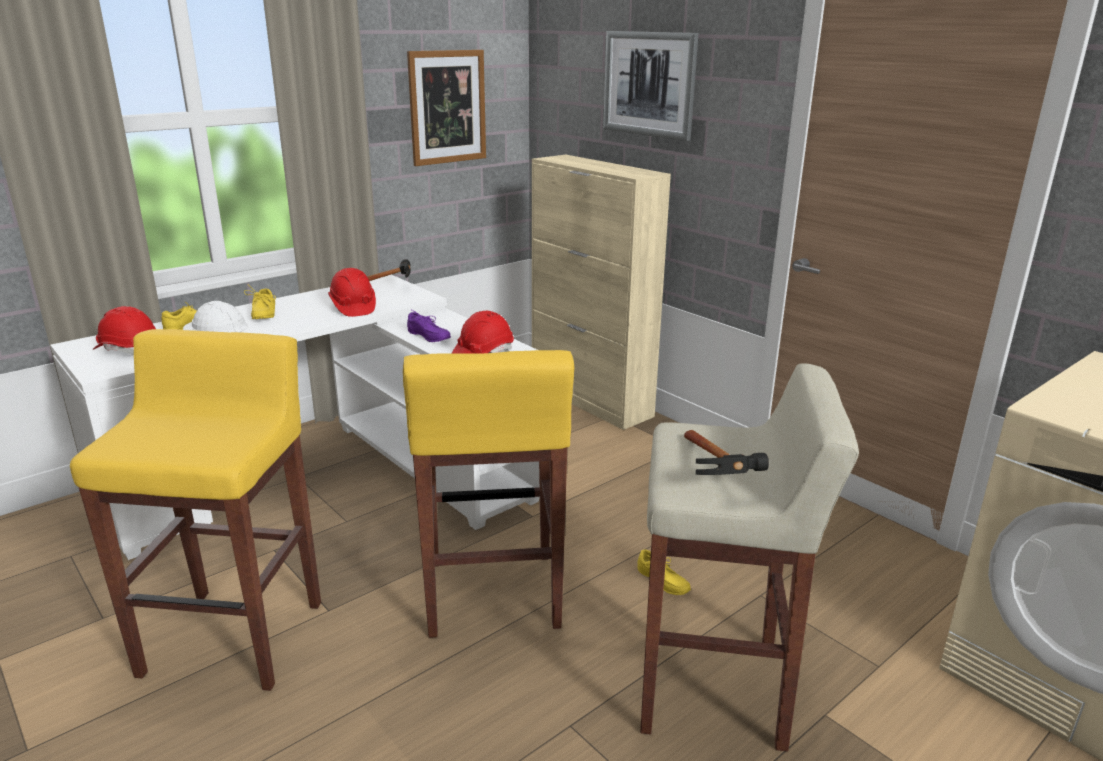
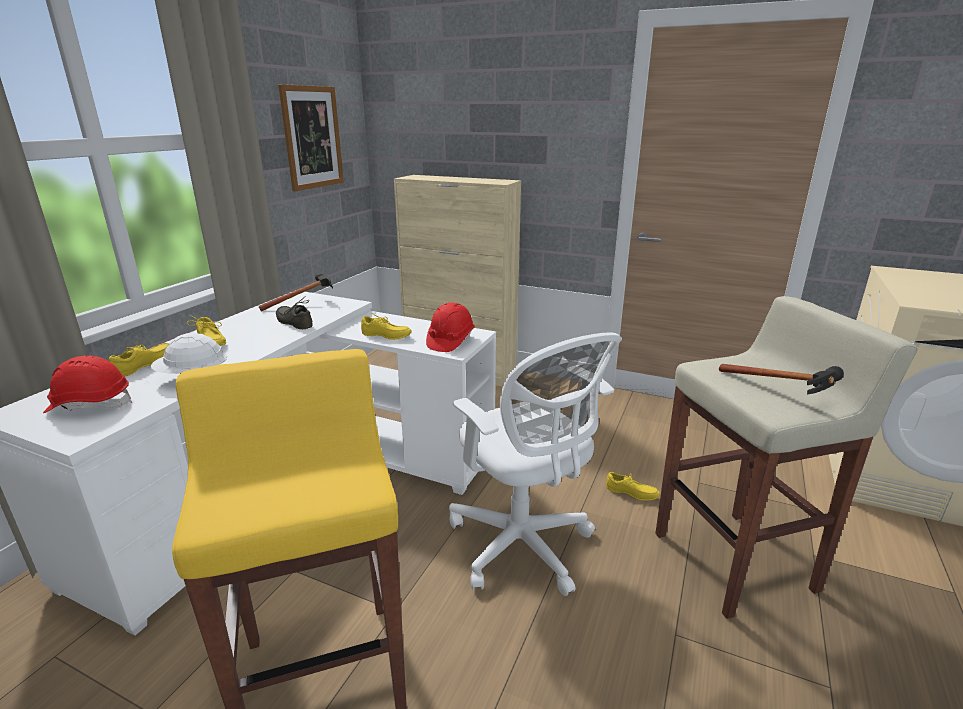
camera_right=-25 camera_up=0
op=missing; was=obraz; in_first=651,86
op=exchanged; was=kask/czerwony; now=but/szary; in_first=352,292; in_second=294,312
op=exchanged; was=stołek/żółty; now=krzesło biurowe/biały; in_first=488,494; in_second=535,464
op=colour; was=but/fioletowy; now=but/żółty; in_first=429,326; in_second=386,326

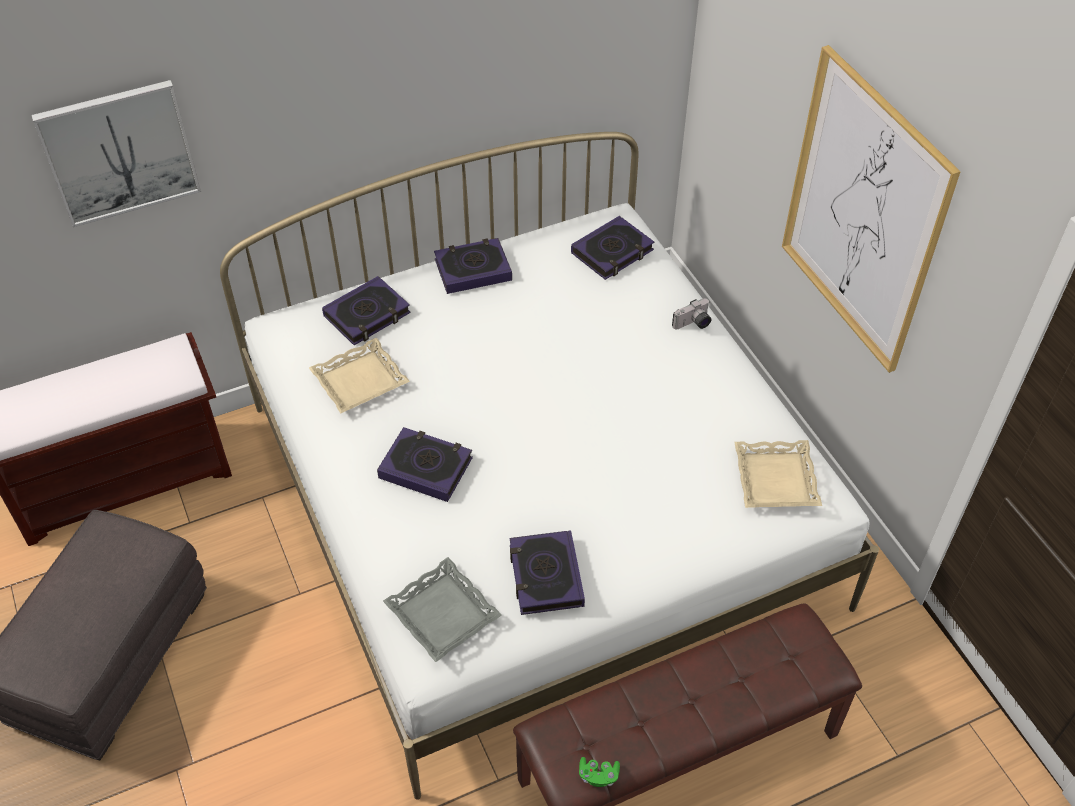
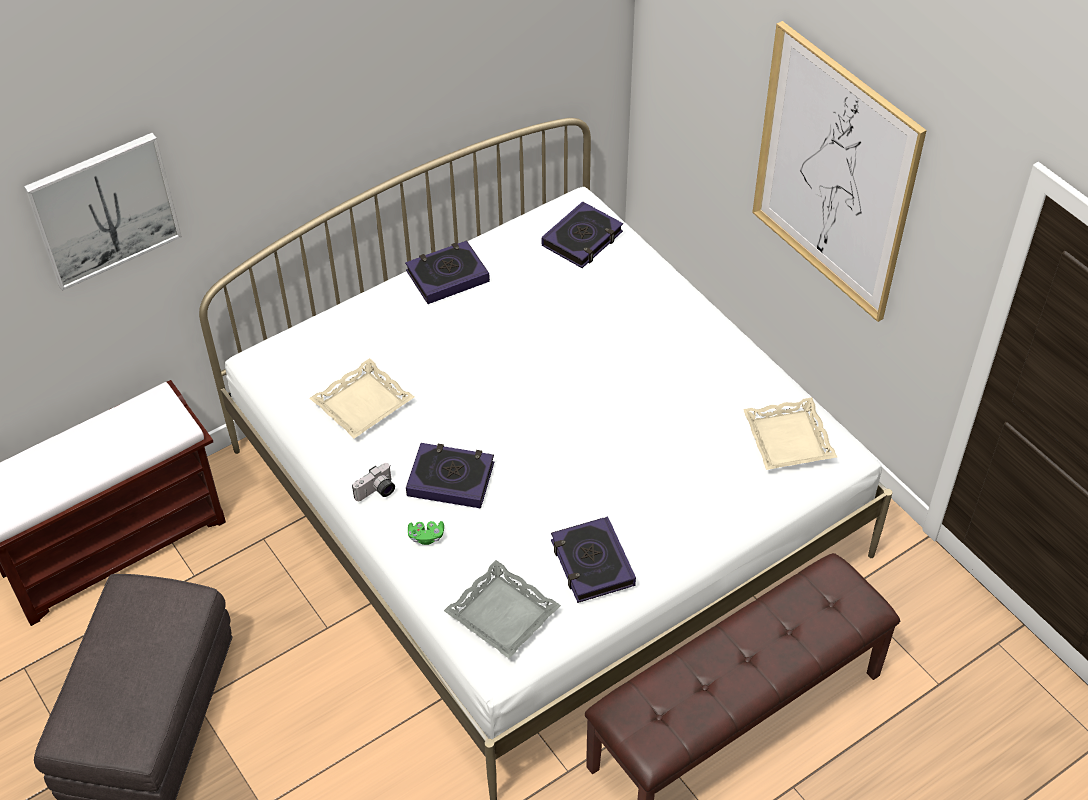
camera_right=-10 camera_up=0
op=missing; was=książka; in_first=366,310
op=relocated; was=pad do gier/zielony; in_first=599,772; in_second=426,533
op=relocated; was=aparat fotograficzny; in_first=691,313; in_second=373,482

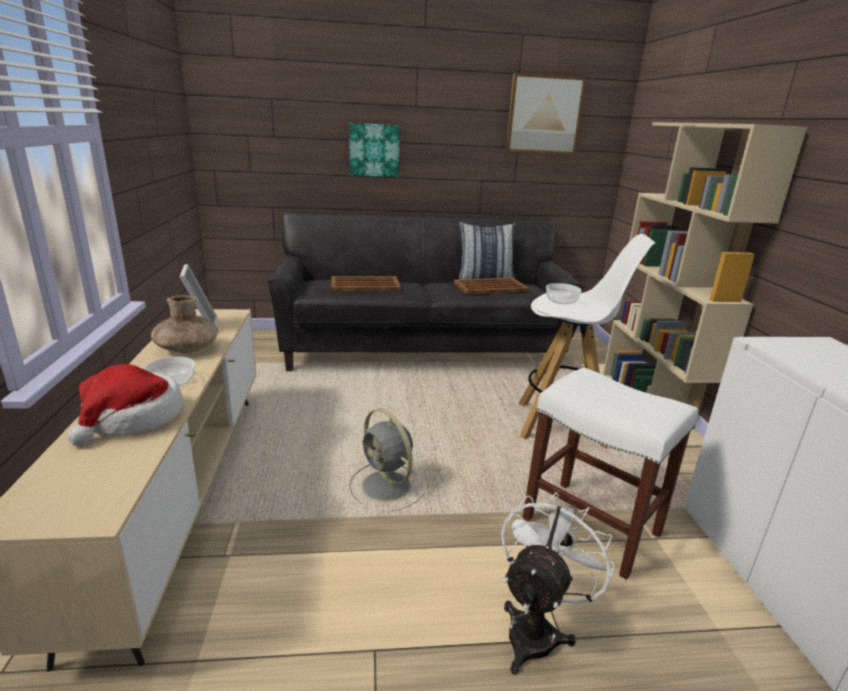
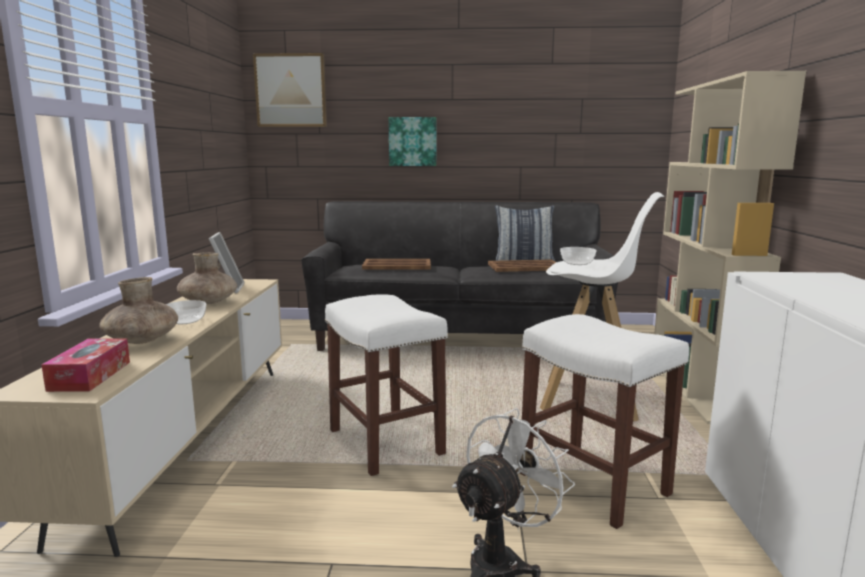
camera_right=10 camera_up=-10
op=appeared; now=pudełko chusteczek; in_second=85,365
op=relocated; was=obraz; in_first=546,114; in_second=290,90
op=exchanged; was=kapelusz; now=wazon/brązowy; in_first=125,405; in_second=138,310
op=exchanged; was=wentylator/szary; now=stołek/biały; in_first=387,459; in_second=386,385

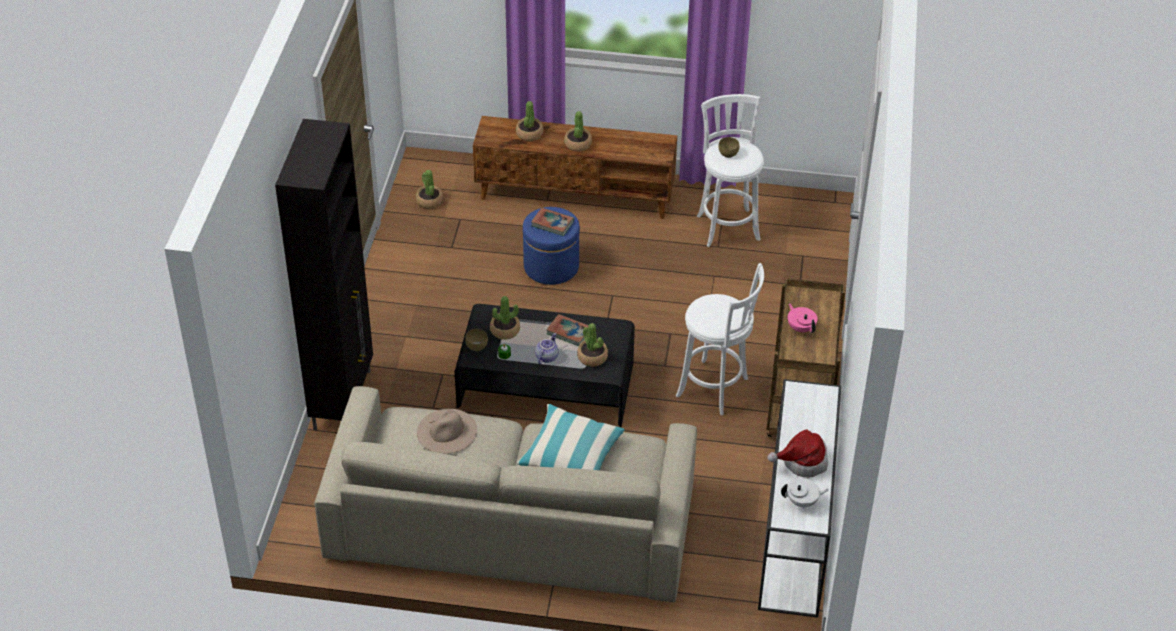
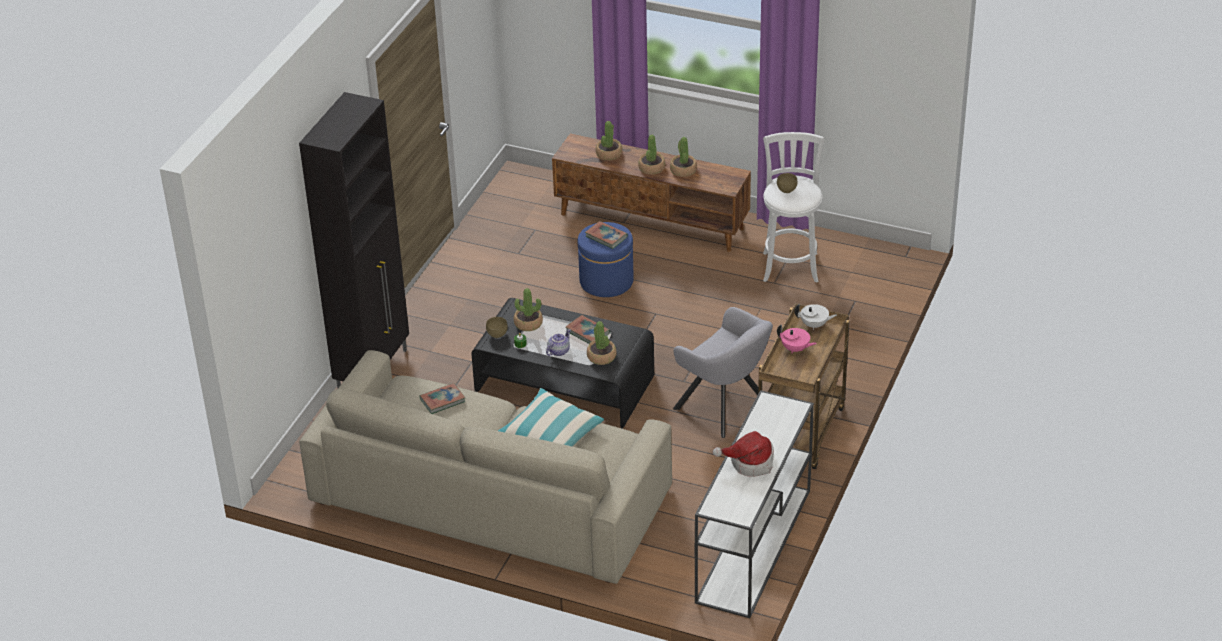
camera_right=15 camera_up=-5
op=relocated; was=roślina doniczkowa; in_first=429,189; in_second=683,157
op=relocated; was=imbryk/biały; in_first=805,494; in_second=815,317
op=exchanged; was=kapelusz/beżowy; now=książka; in_first=447,431; in_second=443,398
op=exchanged; was=stołek/biały; now=fotel/szary; in_first=720,339; in_second=723,372
op=spun; was=imbryk/różowy; in_first=803,318; in_second=797,338; clockwise=135

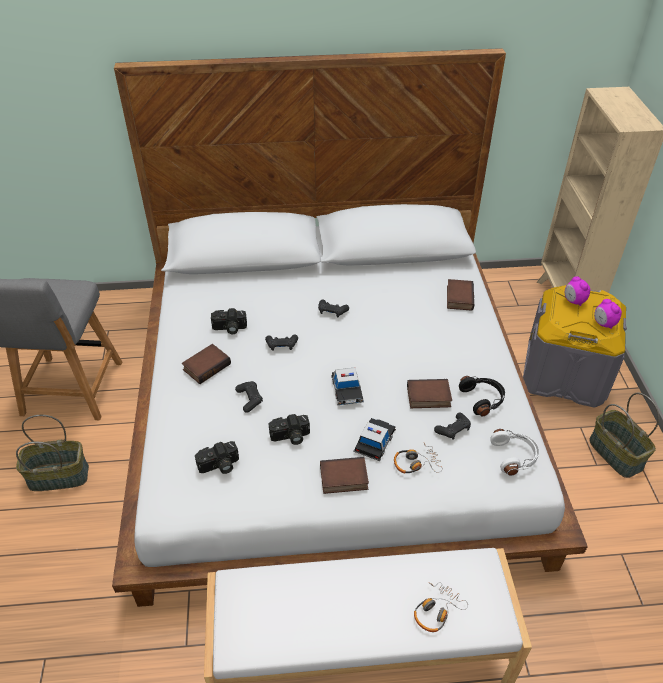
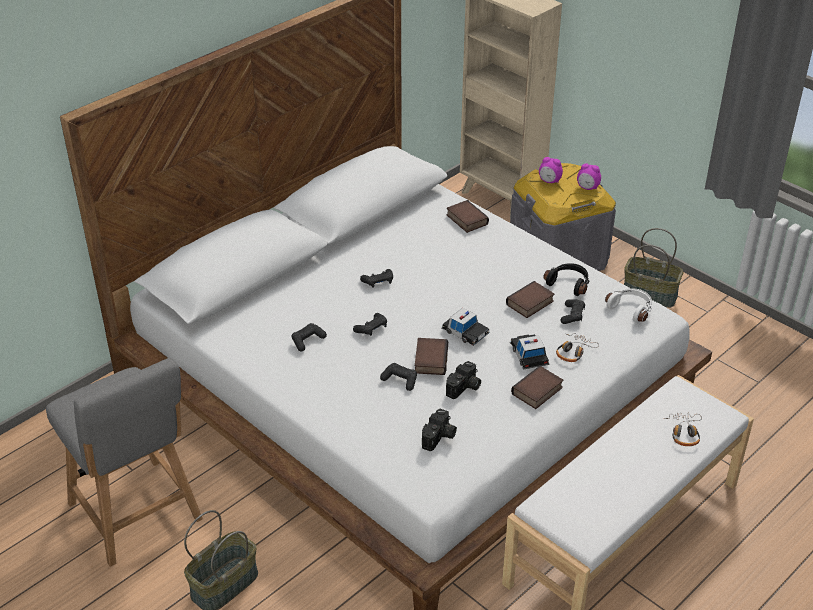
camera_right=-40 camera_up=-5
op=relocated; was=książka; in_first=206,364; in_second=431,356
op=exchanged; was=aparat fotograficzny; now=pad do gier/czarny; in_first=229,321; in_second=309,337

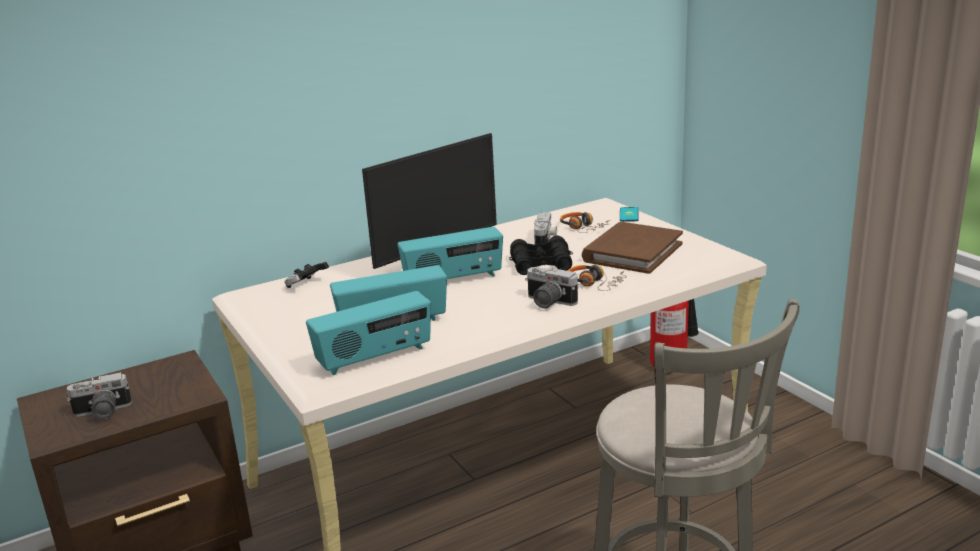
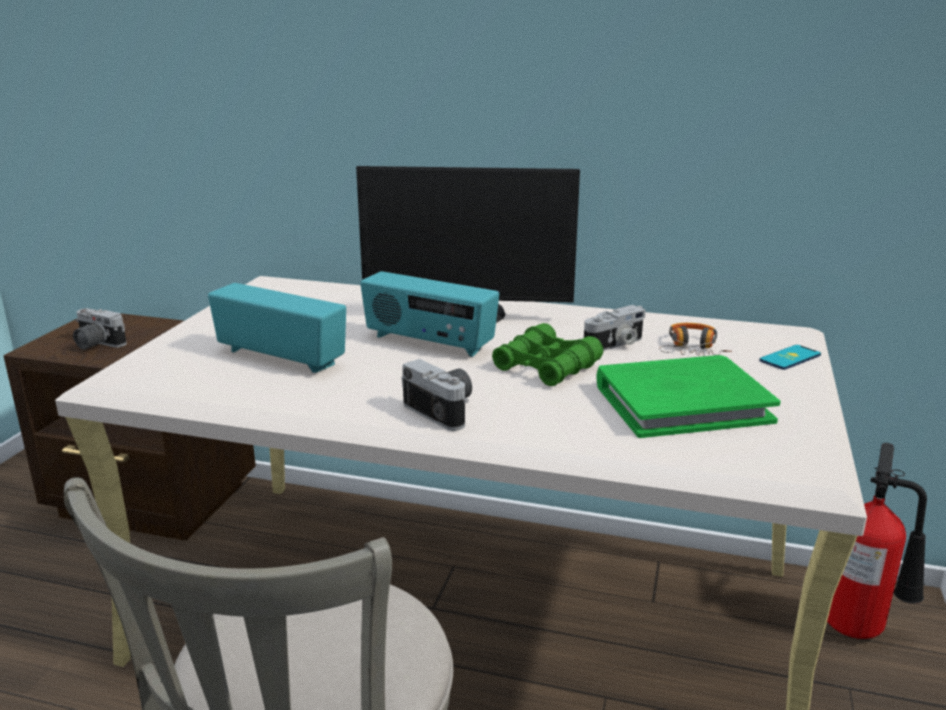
camera_right=45 camera_up=0
op=missing; was=pad do gier; in_first=307,275
op=missing; was=radio; in_first=368,333
op=missing; was=słuchawki; in_first=597,278
op=colour; was=lornetka/czarny; now=lornetka/zielony; in_first=541,255; in_second=547,354
op=colour; was=książka/brązowy; now=książka/zielony; in_first=632,248; in_second=688,396
op=spun; was=aparat fotograficzny; in_first=551,288; in_second=436,395; clockwise=150

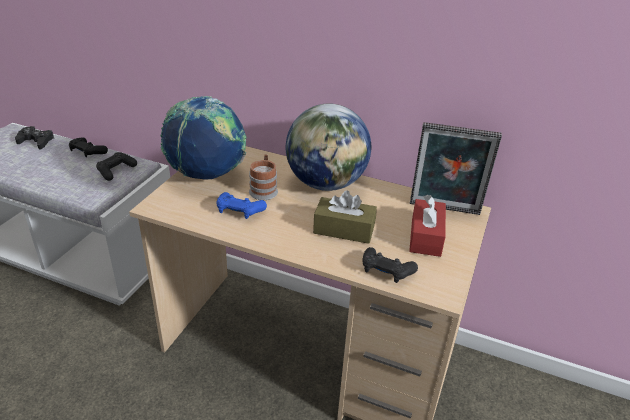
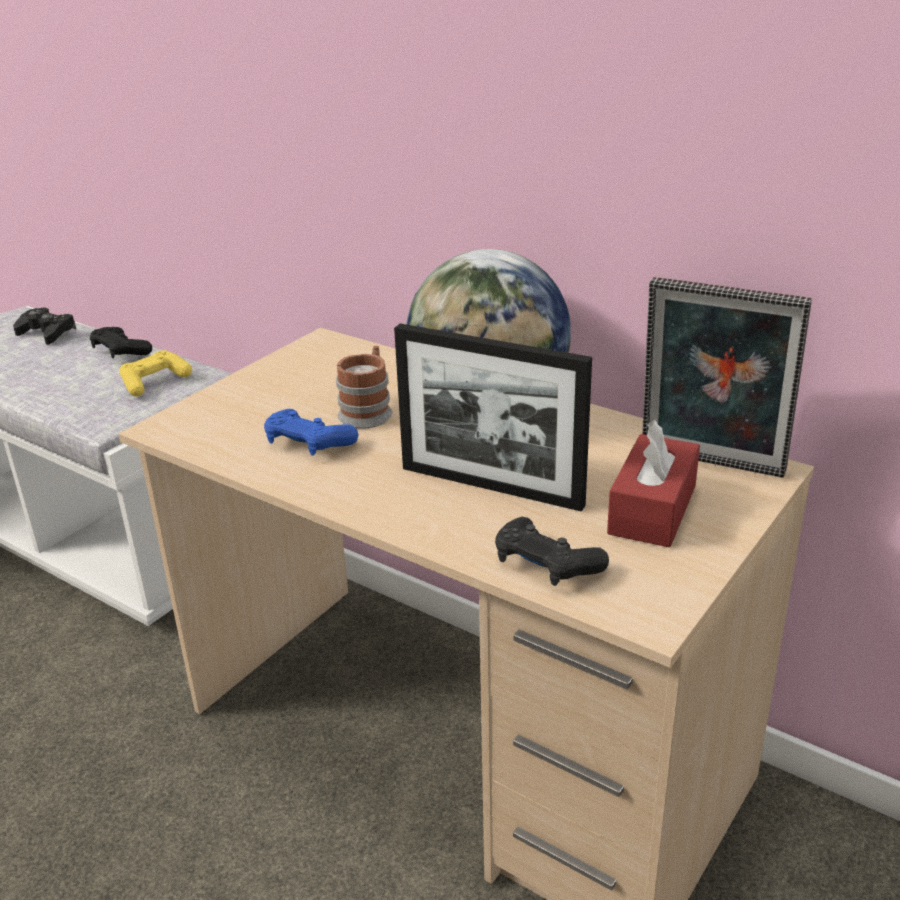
camera_right=15 camera_up=-5
op=missing; was=globus; in_first=203,138
op=exchanged; was=pudełko chusteczek/brązowy; now=ramka na zdjęcie; in_first=345,217; in_second=493,417
op=colour; was=pad do gier/czarny; now=pad do gier/żółty; in_first=116,166; in_second=155,373

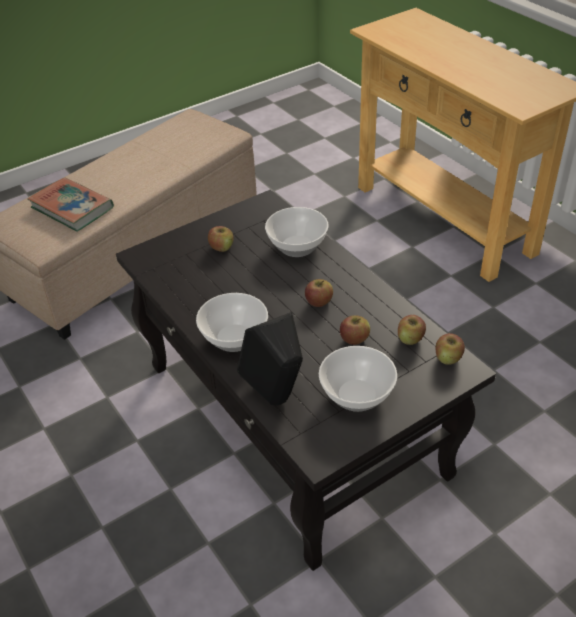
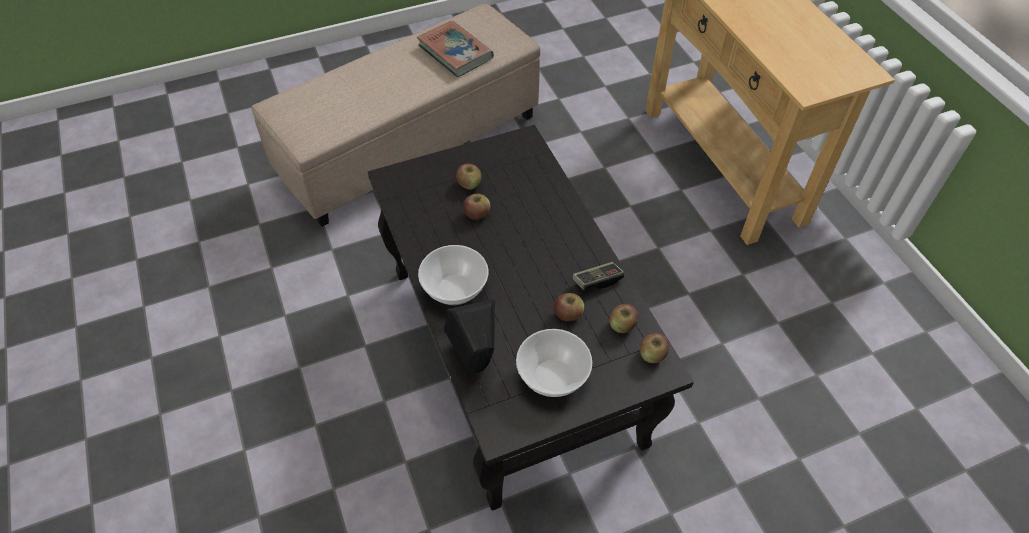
camera_right=10 camera_up=10
op=missing; was=miska; in_first=297,232
op=appeared; now=pad do gier; in_second=598,276
op=relocated; was=książka; in_first=70,204; in_second=455,49
op=relocated; was=jabłko; in_first=319,293; in_second=476,206

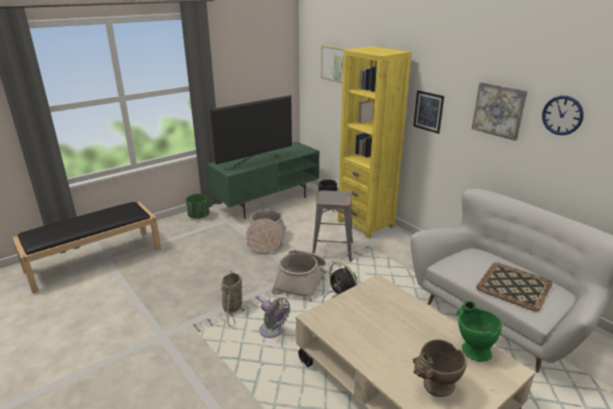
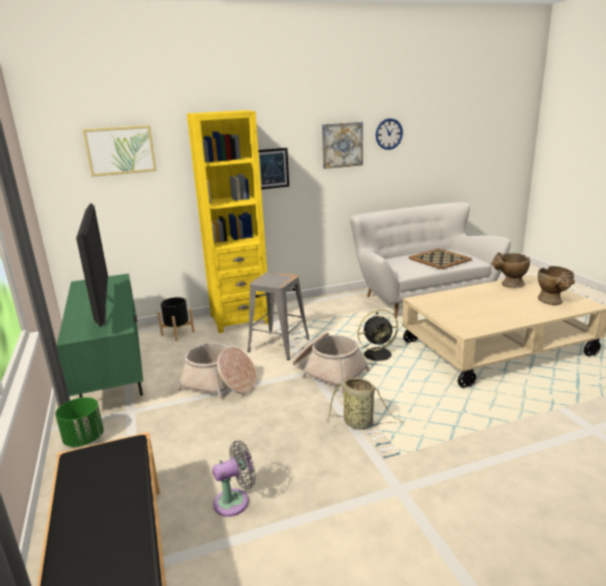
camera_right=-70 camera_up=-5
op=relocated; was=wentylator/szary; in_first=275,318; in_second=234,478
op=colour; was=wazon/zielony; now=wazon/beżowy; in_first=479,331; in_second=510,270

